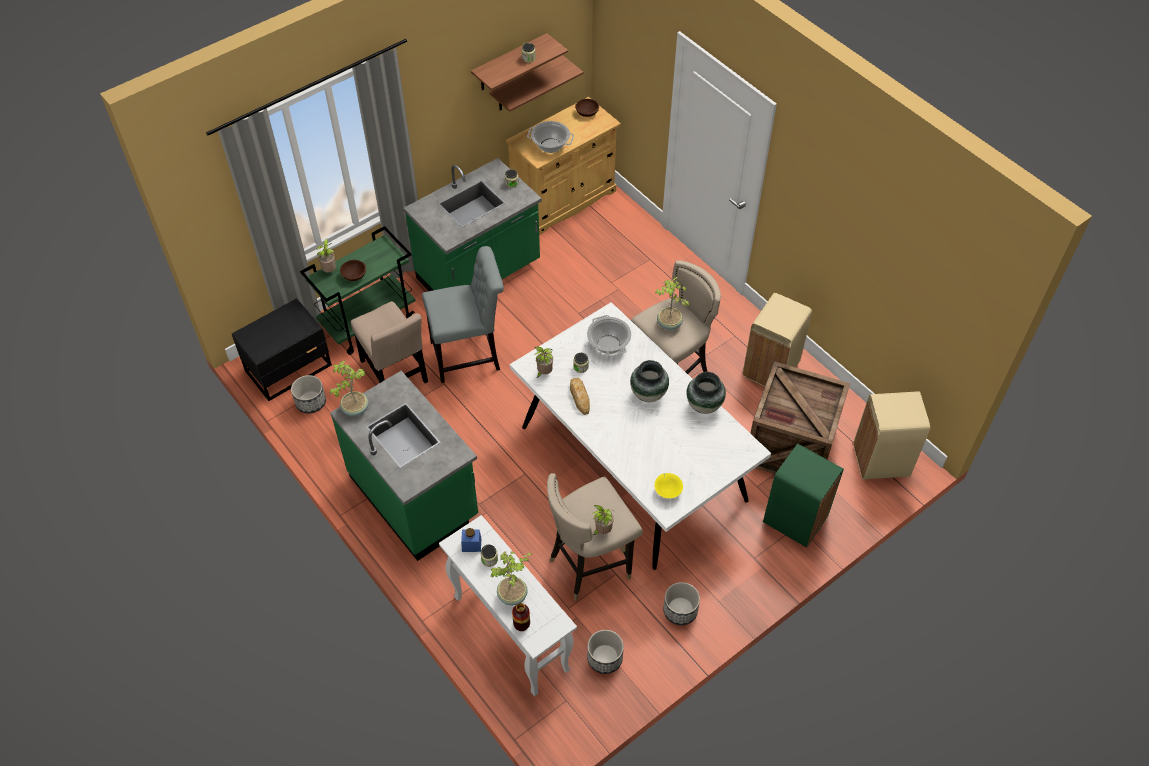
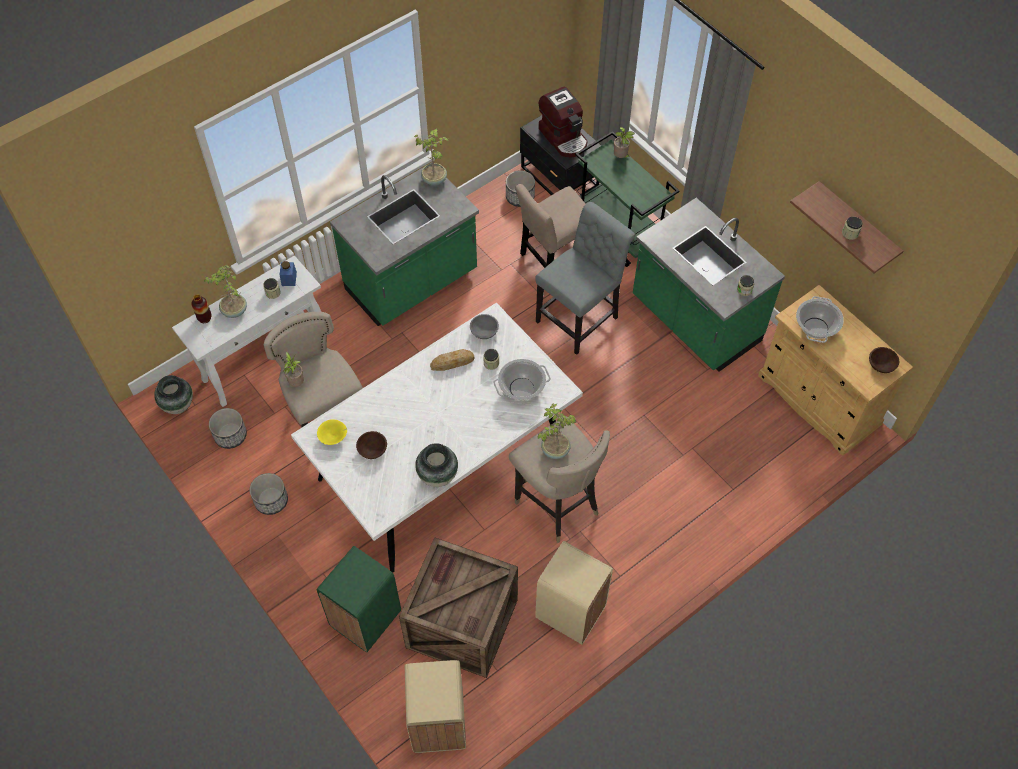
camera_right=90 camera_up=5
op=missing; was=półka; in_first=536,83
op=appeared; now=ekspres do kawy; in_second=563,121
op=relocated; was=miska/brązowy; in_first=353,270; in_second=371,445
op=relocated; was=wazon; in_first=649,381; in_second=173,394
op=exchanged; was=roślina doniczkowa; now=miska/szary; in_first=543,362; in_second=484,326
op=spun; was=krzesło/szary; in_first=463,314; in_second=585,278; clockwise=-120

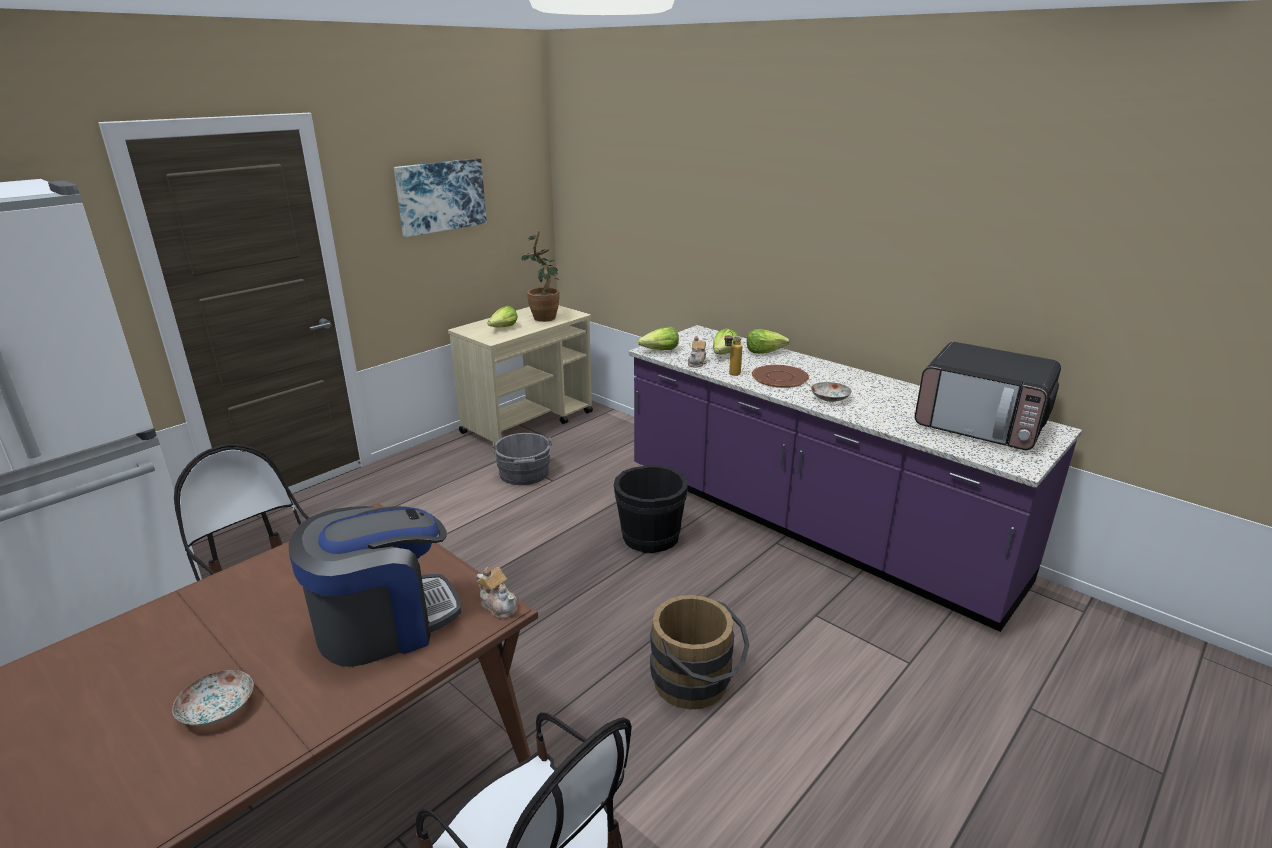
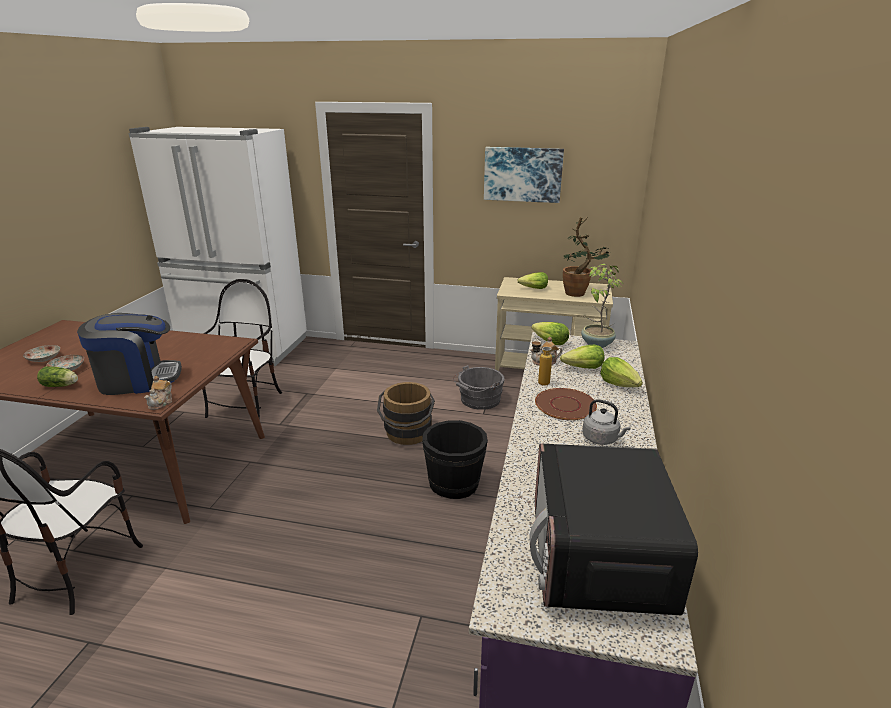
camera_right=60 camera_up=0
op=appeared; now=sałata; in_second=57,376
op=appeared; now=roślina doniczkowa; in_second=602,306
op=appeared; now=czajnik/szary; in_second=606,422
op=relocated; was=wiadro/brązowy; in_first=700,652; in_second=406,413
op=relocated; was=talerz; in_first=831,392; in_second=41,353
op=spun; was=ekspres do kawy; in_first=375,586; in_second=129,354; clockwise=-45

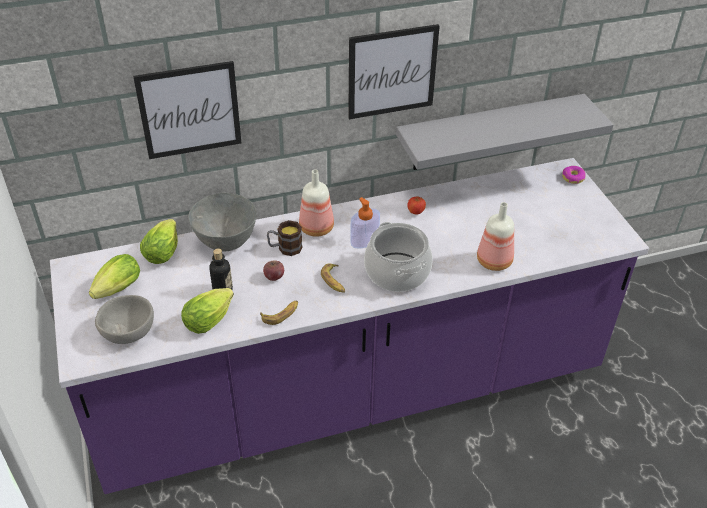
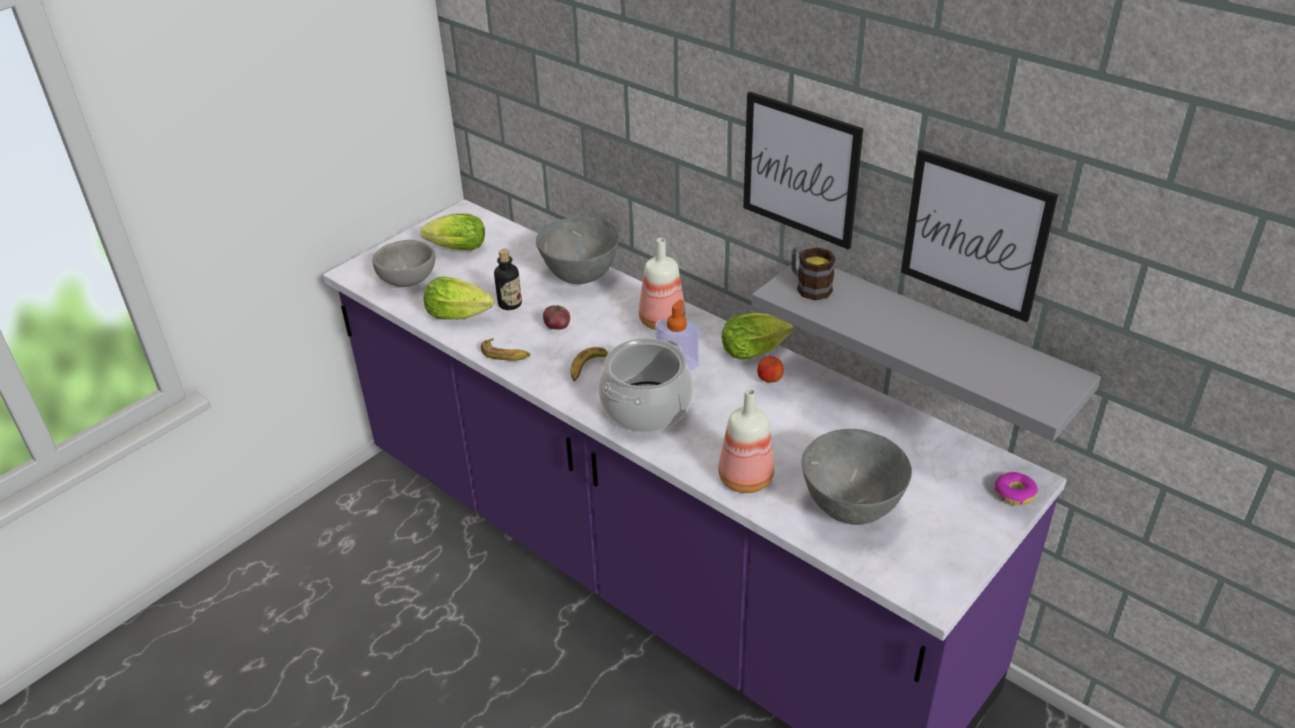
camera_right=60 camera_up=-5
op=appeared; now=miska/szary; in_second=856,477
op=relocated; was=obraz; in_first=187,110; in_second=979,235
op=relocated; was=sałata; in_first=159,241; in_second=757,336
op=relocated; was=kubek; in_first=285,238; in_second=814,273

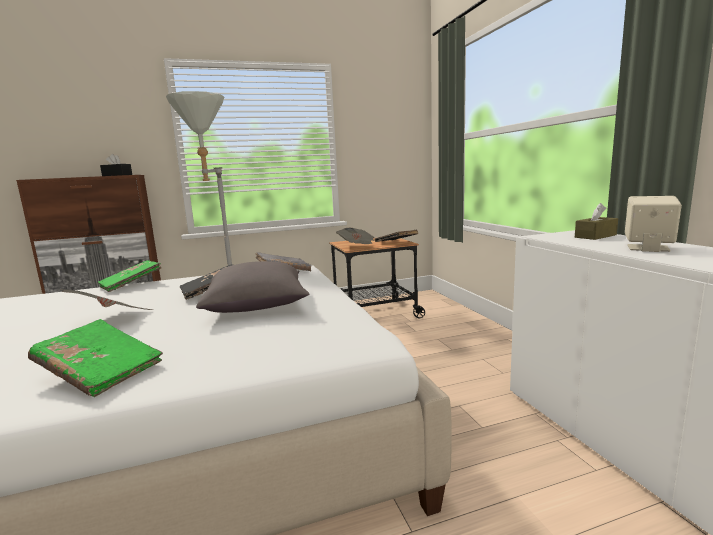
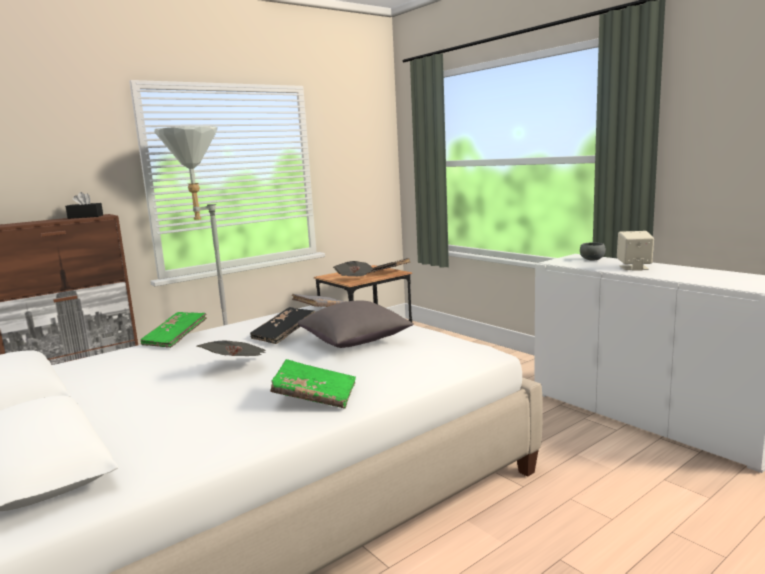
camera_right=-20 camera_up=0
op=exchanged; was=pudełko chusteczek/brązowy; now=miska/szary; in_first=596,221; in_second=593,251

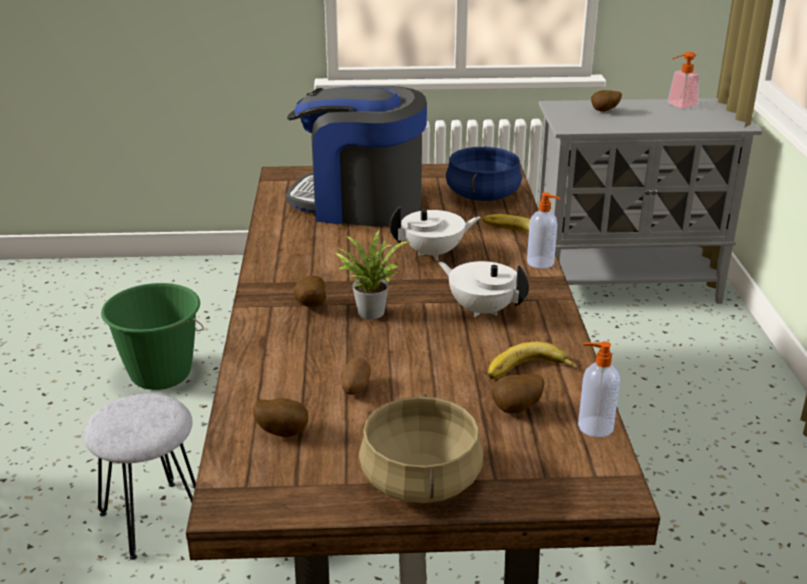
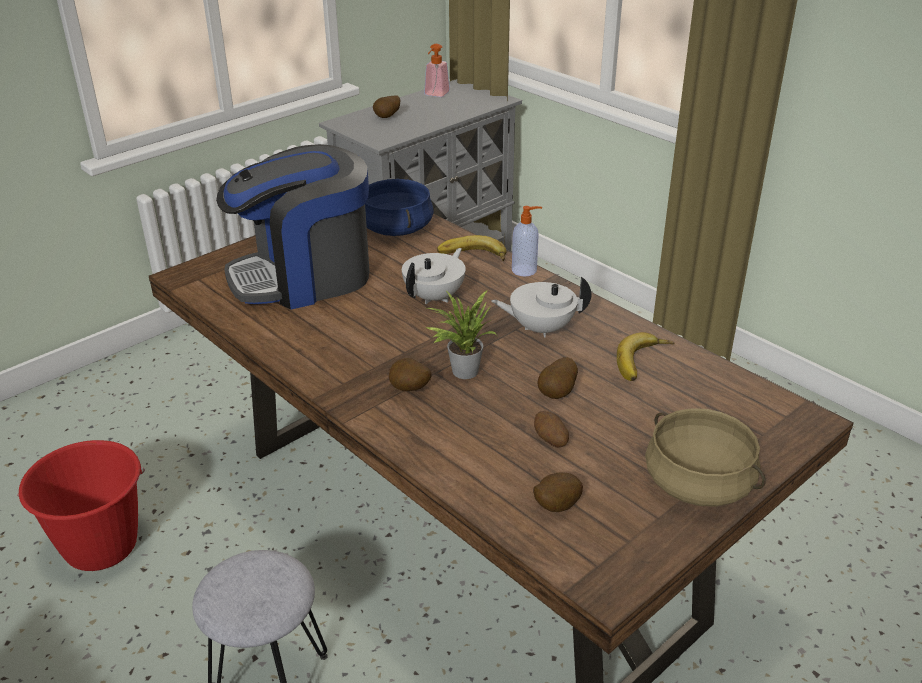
camera_right=-40 camera_up=5
op=missing; was=dozownik mydła; in_first=599,389
op=relocated; was=ziemniak; in_first=517,393; in_second=557,378
op=colour; was=wiadro/zielony; now=wiadro/czerwony; in_first=152,336; in_second=81,505

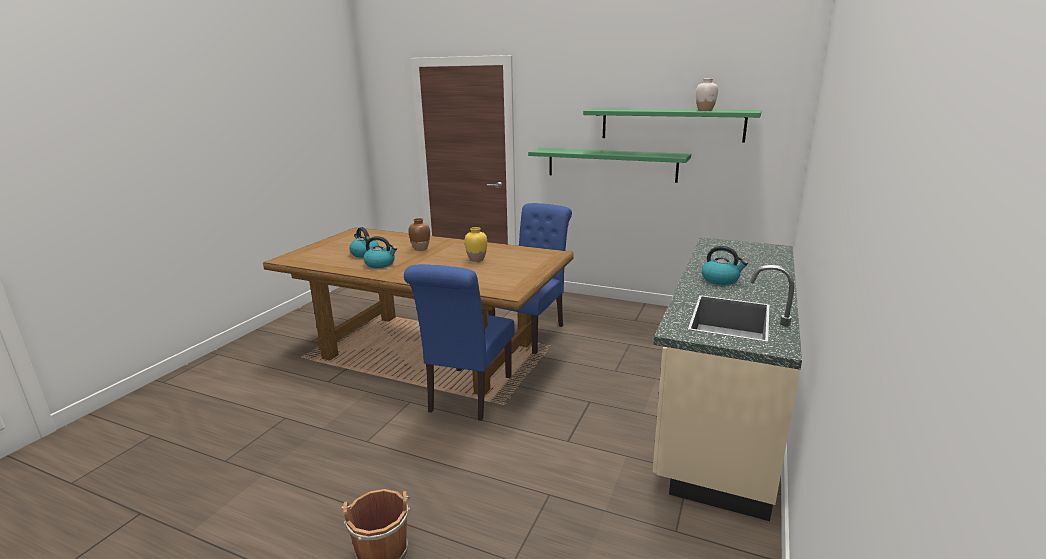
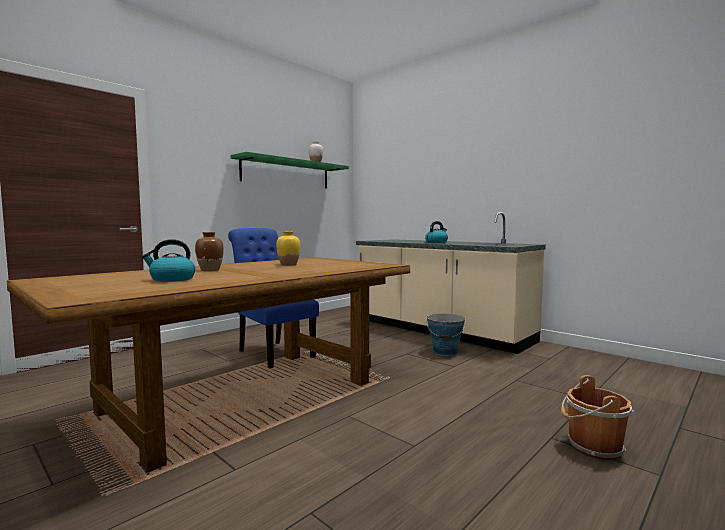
camera_right=-70 camera_up=-15
op=missing; was=czajnik; in_first=380,252
op=missing; was=krzesło/niebieski; in_first=459,342
op=missing; was=półka/zielony; in_first=609,165
op=appeared; now=wiadro; in_second=446,335

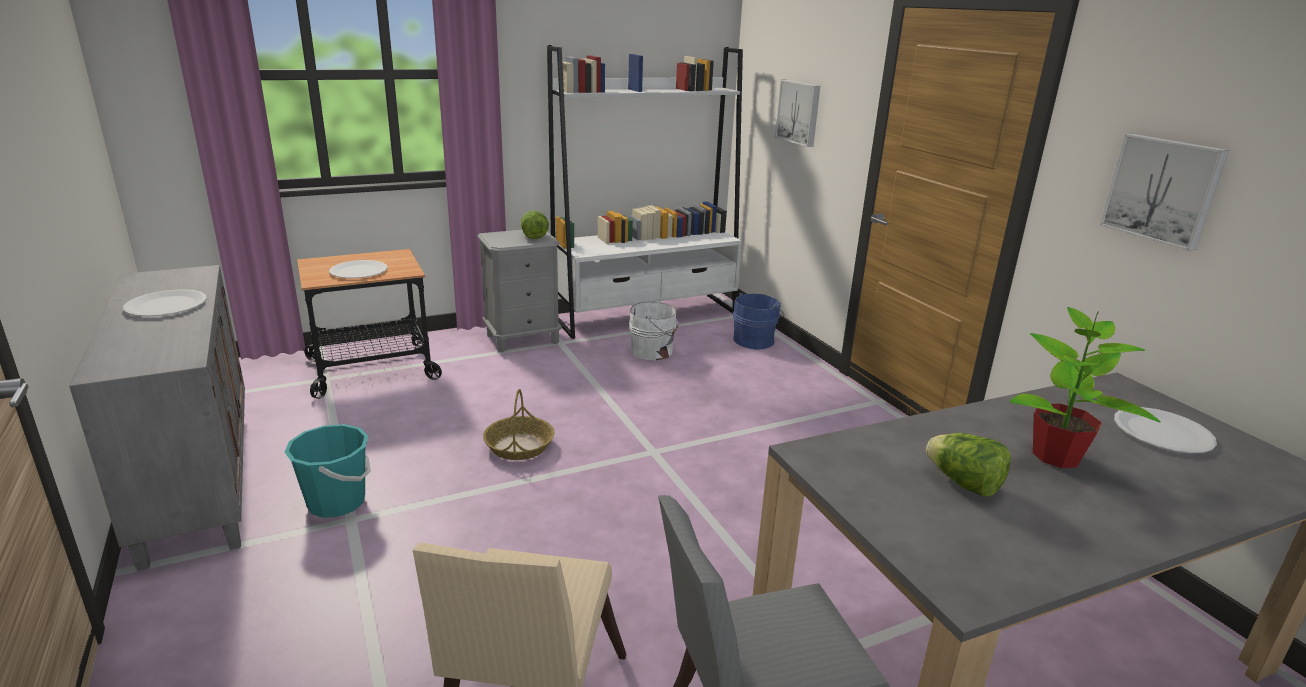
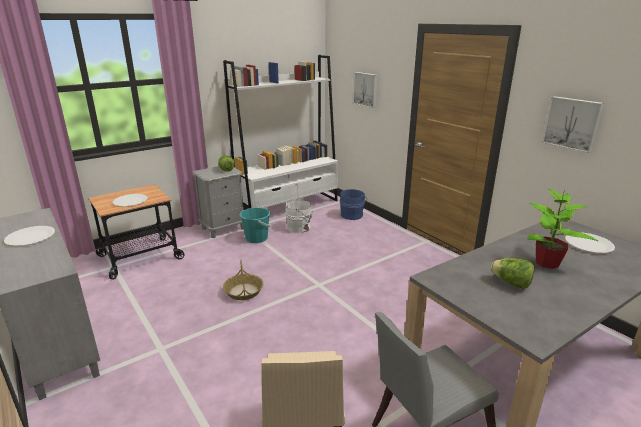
camera_right=-10 camera_up=0
op=relocated; was=wiadro/turkusowy; in_first=327,471; in_second=255,225

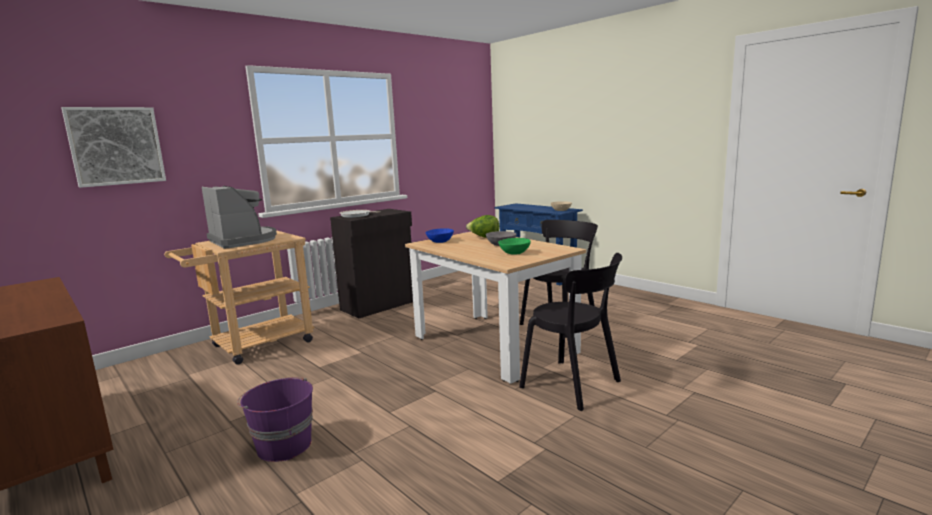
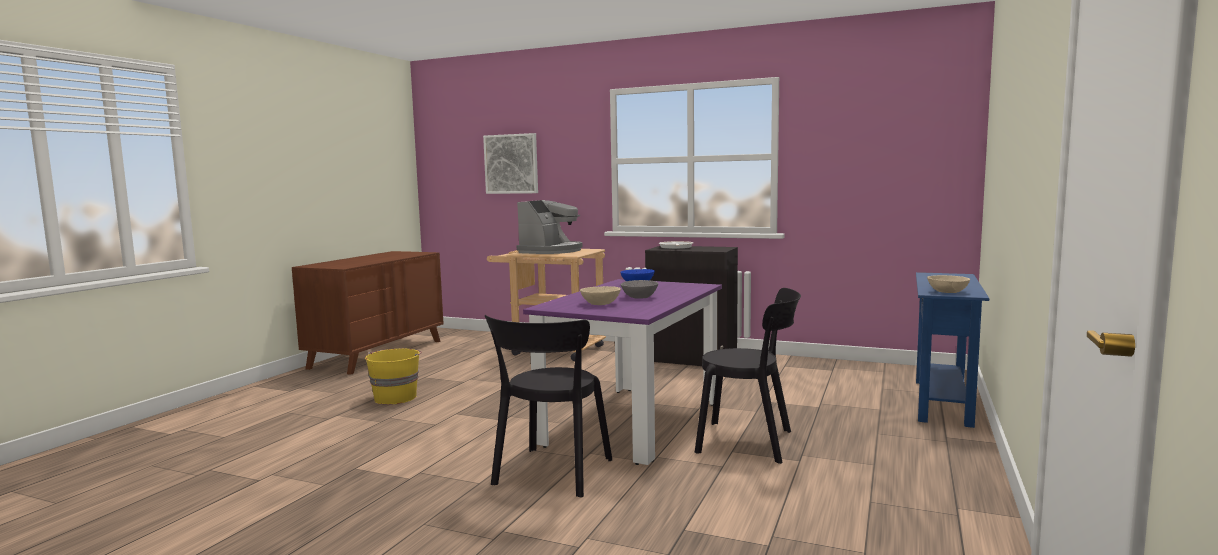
camera_right=65 camera_up=-5
op=missing; was=sałata; in_first=482,226
op=colour; was=wiadro/fioletowy; now=wiadro/żółty; in_first=275,419; in_second=393,377
op=colour; was=stół jadalny/beżowy; now=stół jadalny/fioletowy; in_first=495,308; in_second=622,372
op=colour; was=miska/zielony; now=miska/beżowy; in_first=514,246; in_second=600,295

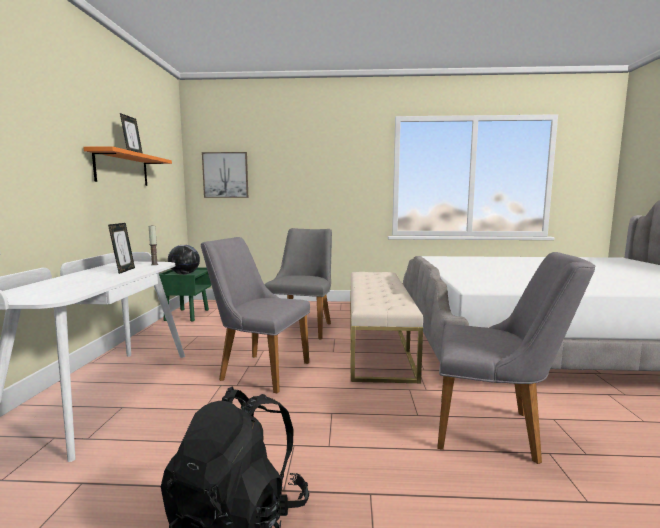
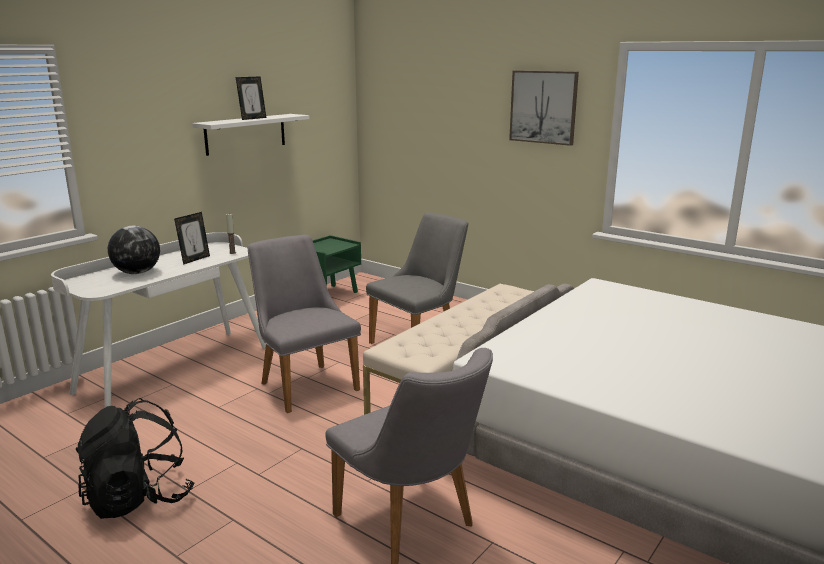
camera_right=35 camera_up=10
op=relocated; was=globus; in_first=184,260; in_second=134,250
op=relocated; was=obraz; in_first=225,175; in_second=544,108
op=colour; was=półka/pomarańczowy; now=półka/biały; in_first=127,166; in_second=250,135

